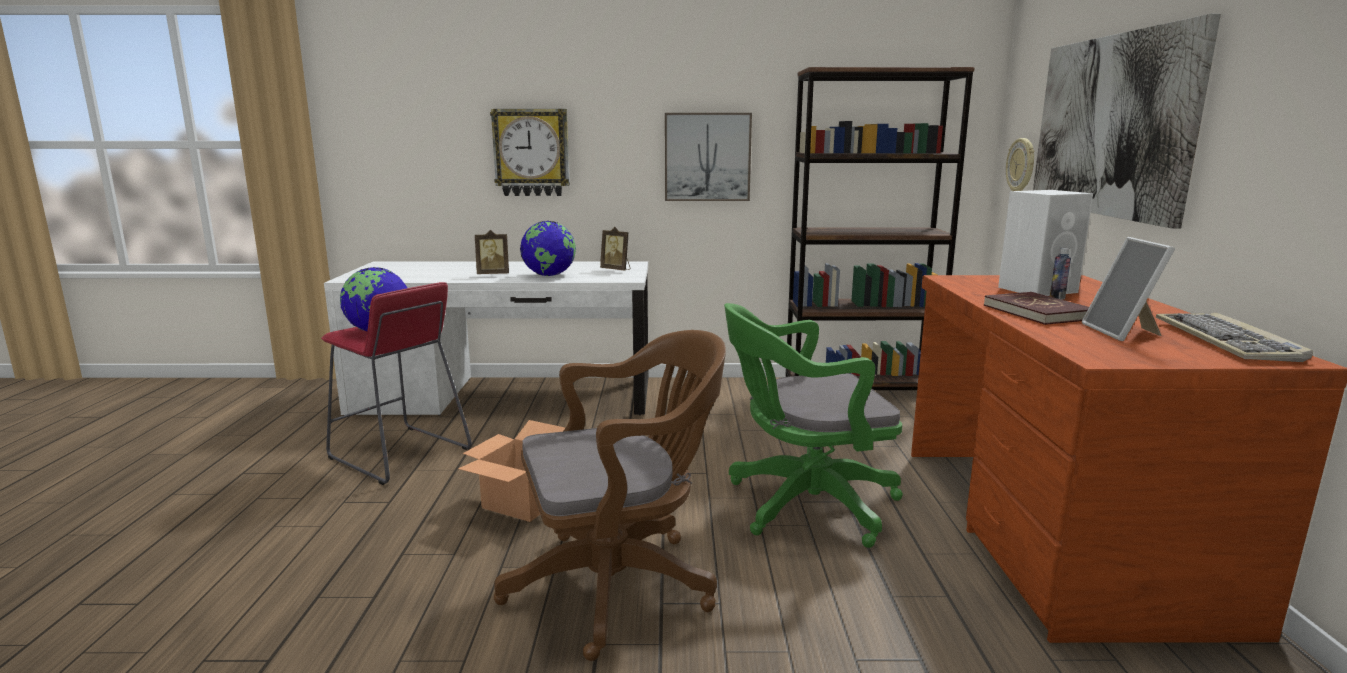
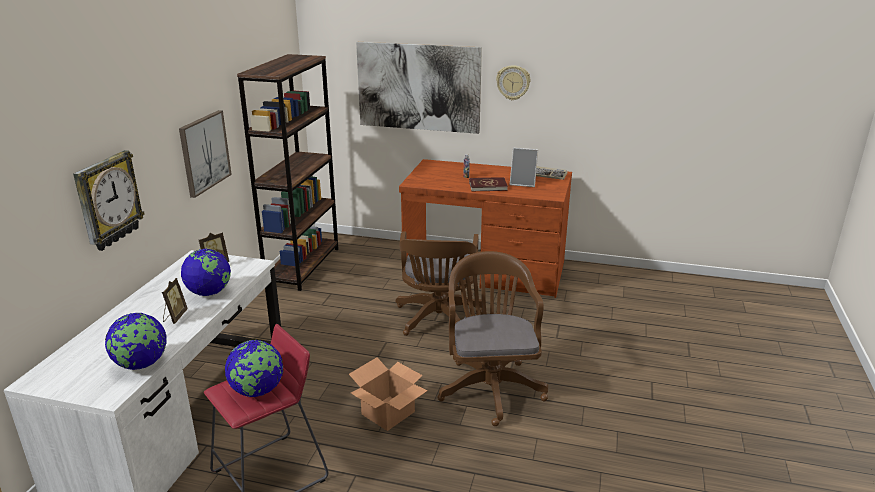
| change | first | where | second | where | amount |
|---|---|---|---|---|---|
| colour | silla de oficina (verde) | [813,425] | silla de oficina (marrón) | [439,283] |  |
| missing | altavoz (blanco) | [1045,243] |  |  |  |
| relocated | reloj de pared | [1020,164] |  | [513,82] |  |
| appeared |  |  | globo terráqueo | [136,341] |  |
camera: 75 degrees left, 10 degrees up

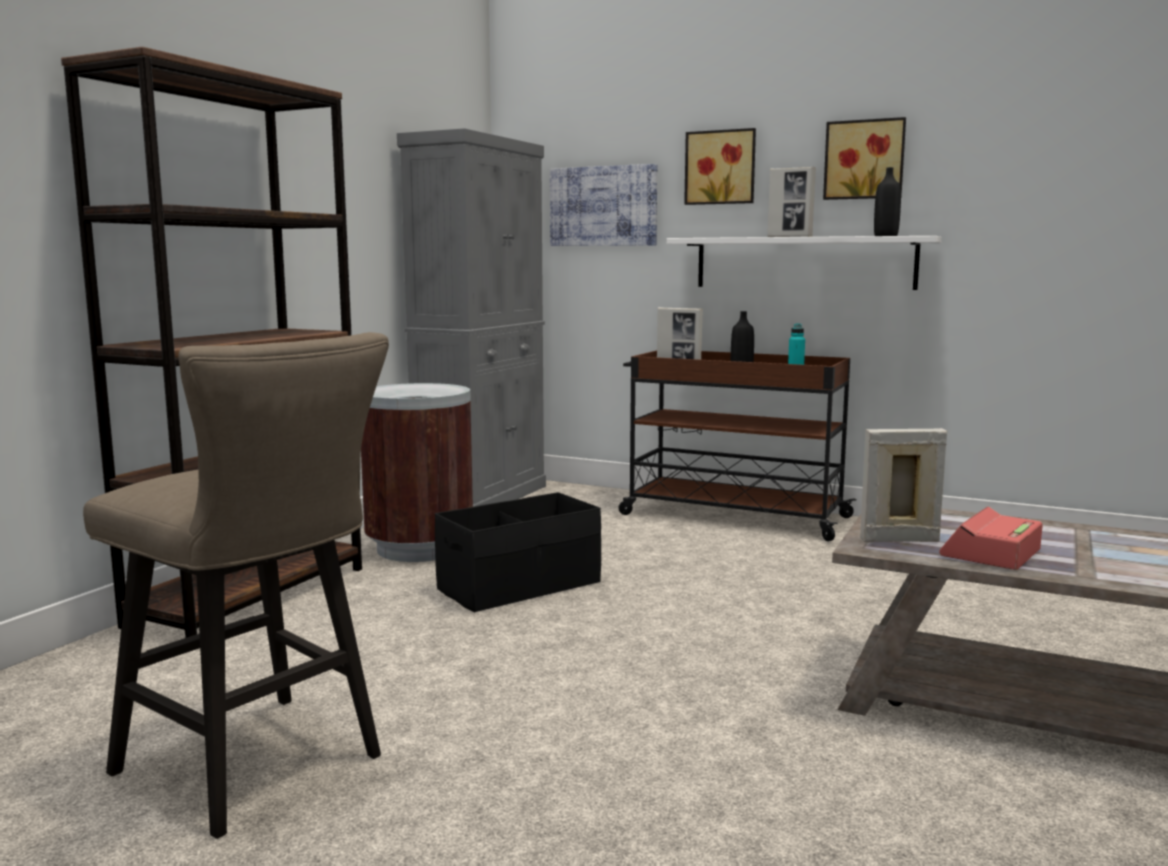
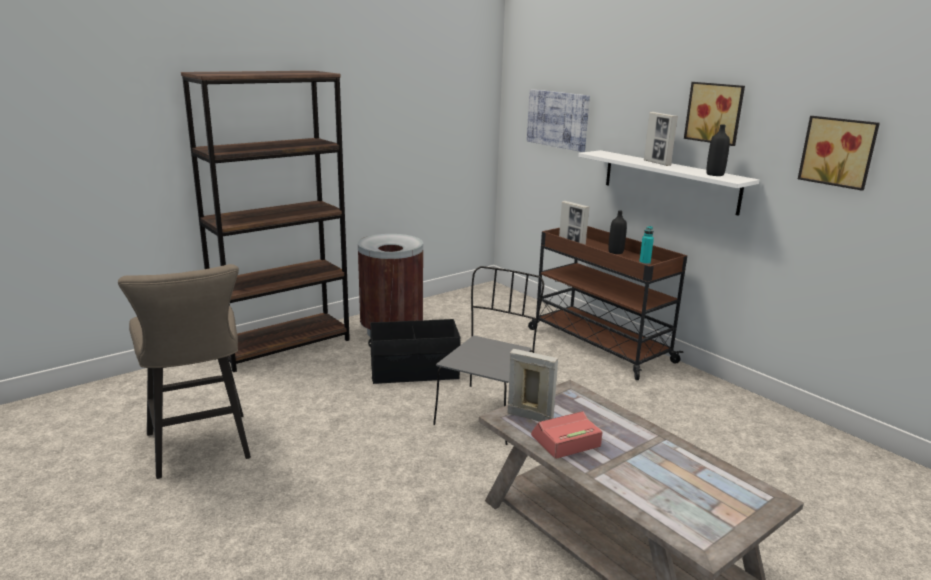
| change | first | where | second | where | amount |
|---|---|---|---|---|---|
| missing | armario (gris) | [471,317] |  |  |  |
| relocated | cuadro | [720,166] |  | [839,153] |  |
| appeared |  |  | silla (gris) | [488,355] |  |
camera: 25 degrees right, 10 degrees up

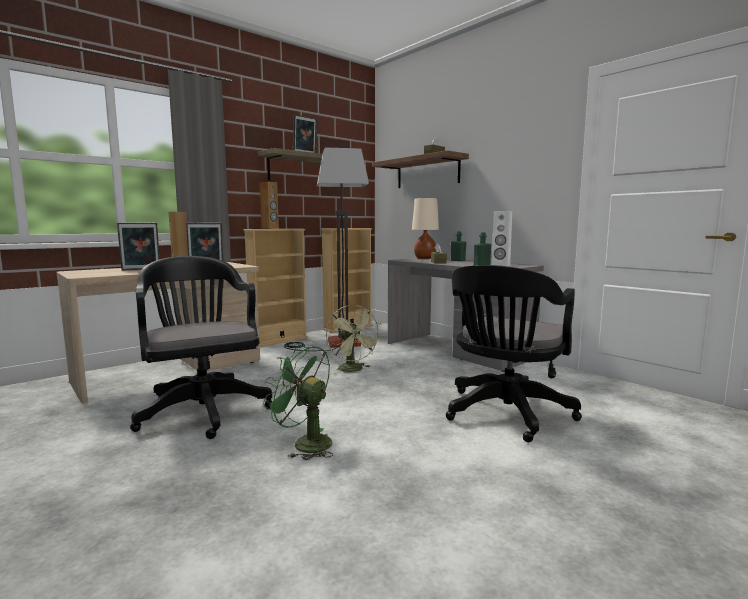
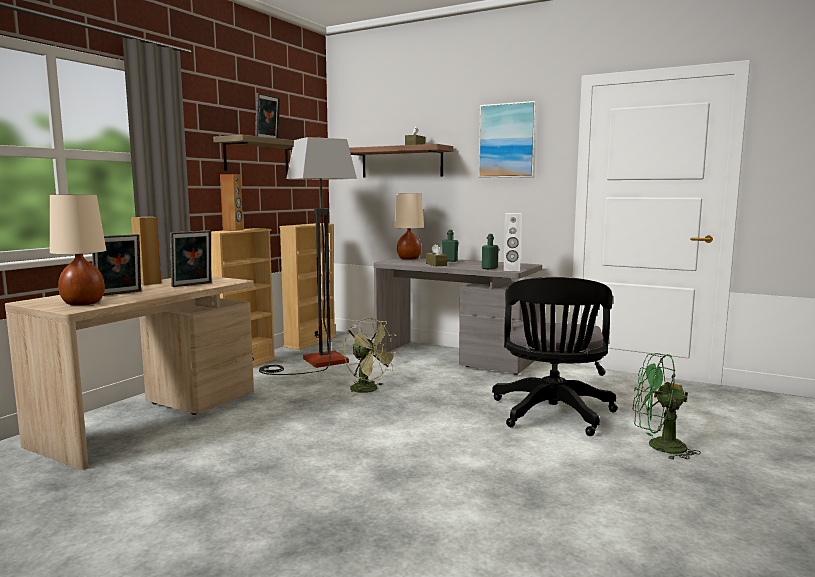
| change | first | where | second | where | amount |
|---|---|---|---|---|---|
| missing | silla de oficina (negro) | [201,347] |  |  |  |
| relocated | ventilador (verde) | [298,402] |  | [667,406] |  |
| appeared |  |  | lámpara de mesa (beis) | [78,250] |  |
| appeared |  |  | cuadro | [507,139] |  |
camera: 20 degrees left, 0 degrees up

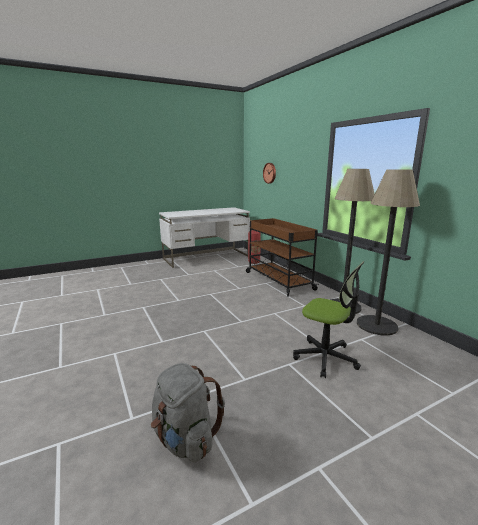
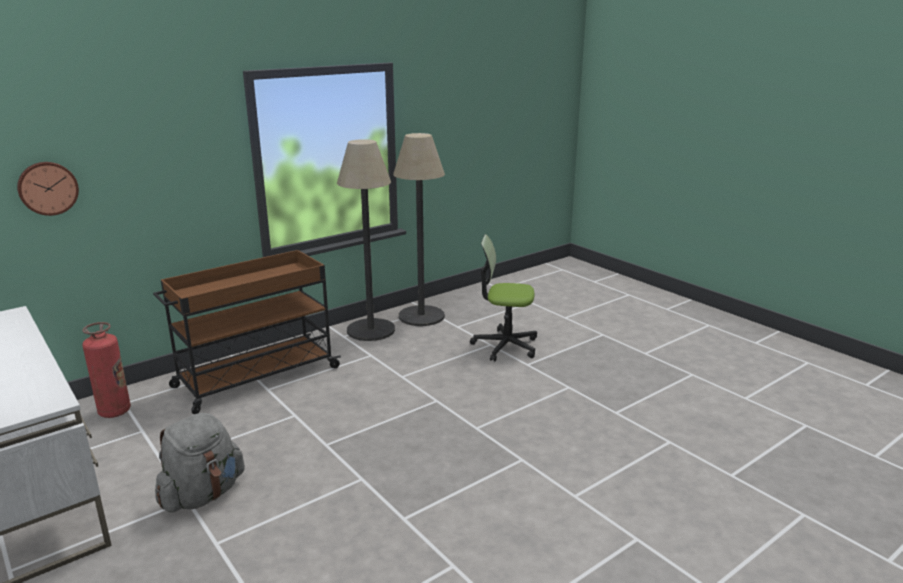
| change | first | where | second | where | amount |
|---|---|---|---|---|---|
| relocated | mochila (gris) | [188,413] |  | [200,463] |  |
| spun | silla de oficina | [329,319] |  | [503,297] | 105 degrees counterclockwise |
camera: 100 degrees left, 5 degrees up

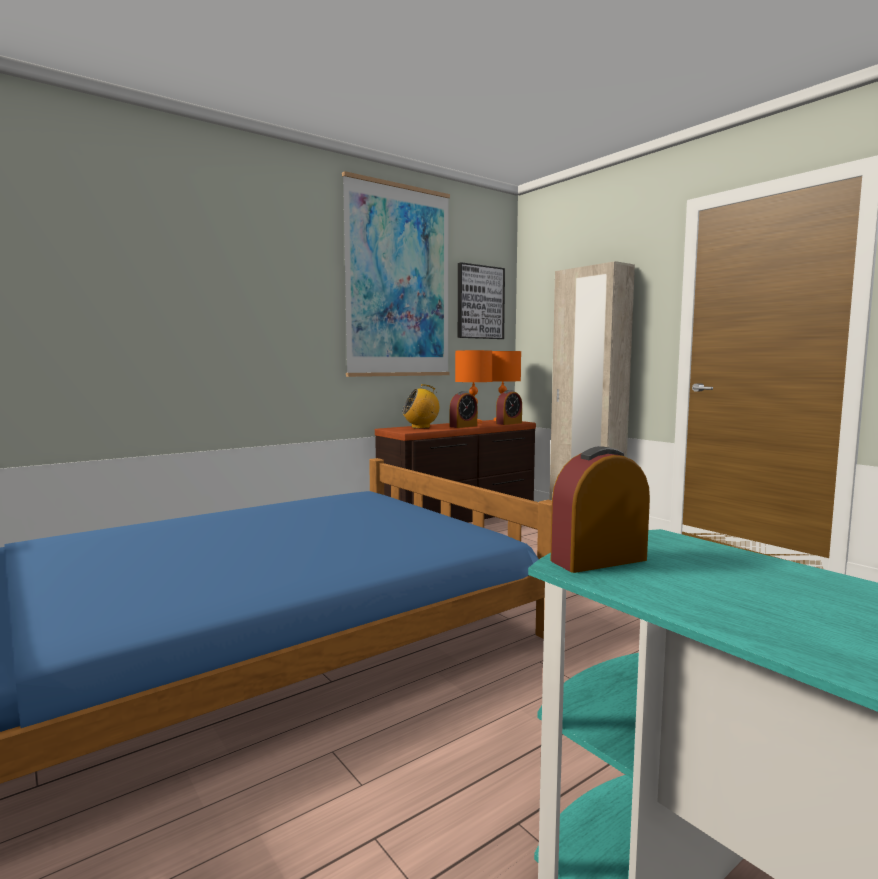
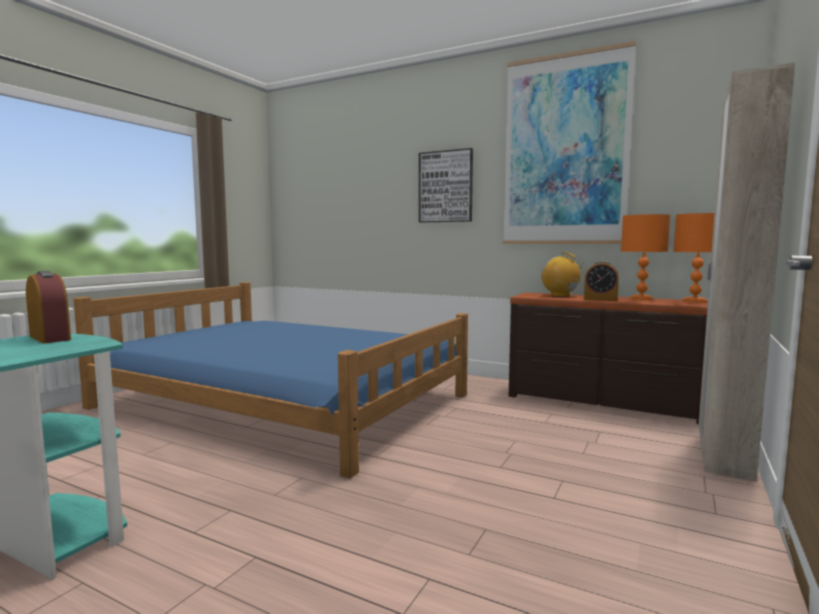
| change | first | where | second | where | amount |
|---|---|---|---|---|---|
| relocated | cuadro | [481,300] |  | [446,185] |  |
| missing | despertador | [509,407] |  |  |  |
camera: 65 degrees right, 0 degrees up

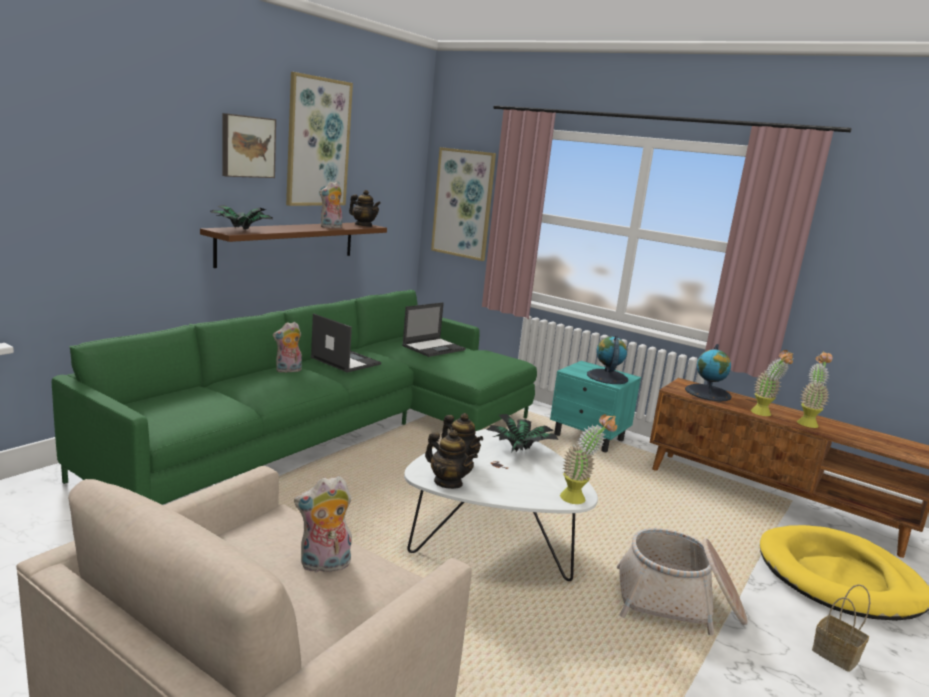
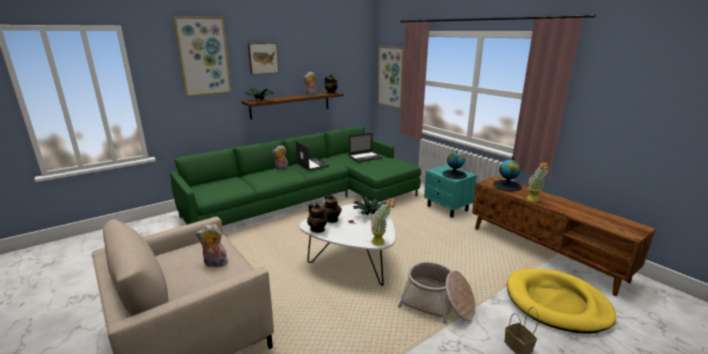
| change | first | where | second | where | amount |
|---|---|---|---|---|---|
| relocated | cuadro | [319,139] |  | [202,56] |  |
| missing | planta en maceta | [814,390] |  |  |  |
camera: 20 degrees right, 5 degrees up

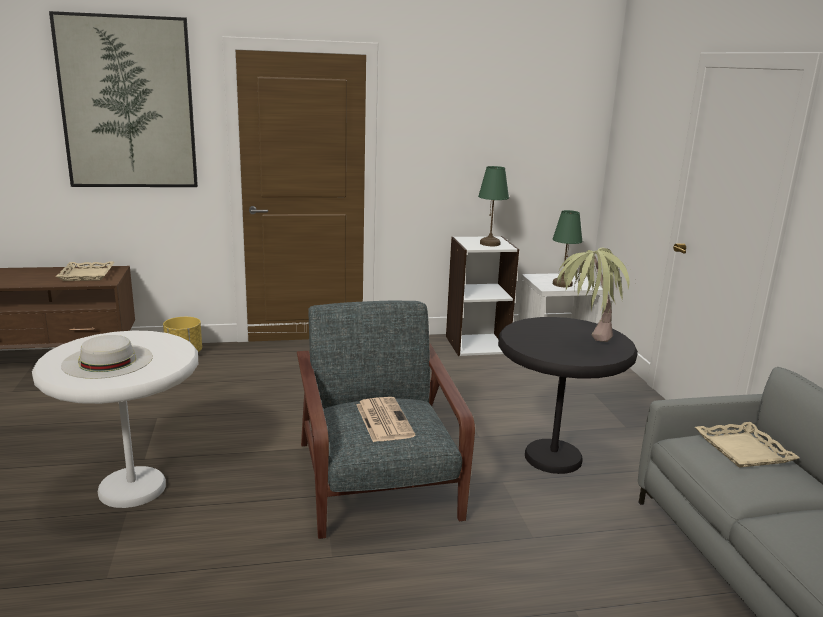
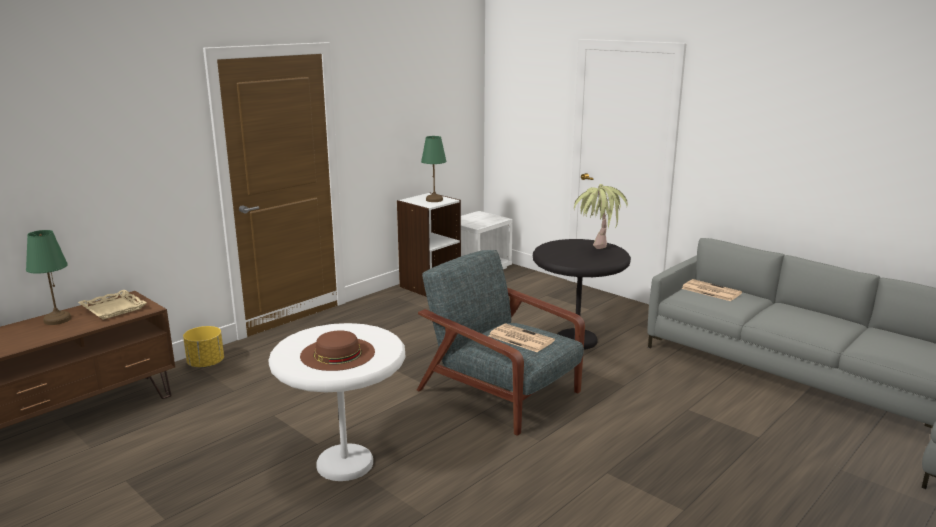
| change | first | where | second | where | amount |
|---|---|---|---|---|---|
| missing | cuadro | [123,99] |  |  |  |
| colour | sombrero (blanco) | [107,357] | sombrero (marrón) | [337,351] |  |
| relocated | lámpara de mesa (verde) | [568,248] |  | [48,277] |  |
| exchanged | bandeja (beis) | [747,445] | periódico | [711,290] |  |
camera: 35 degrees left, 0 degrees up

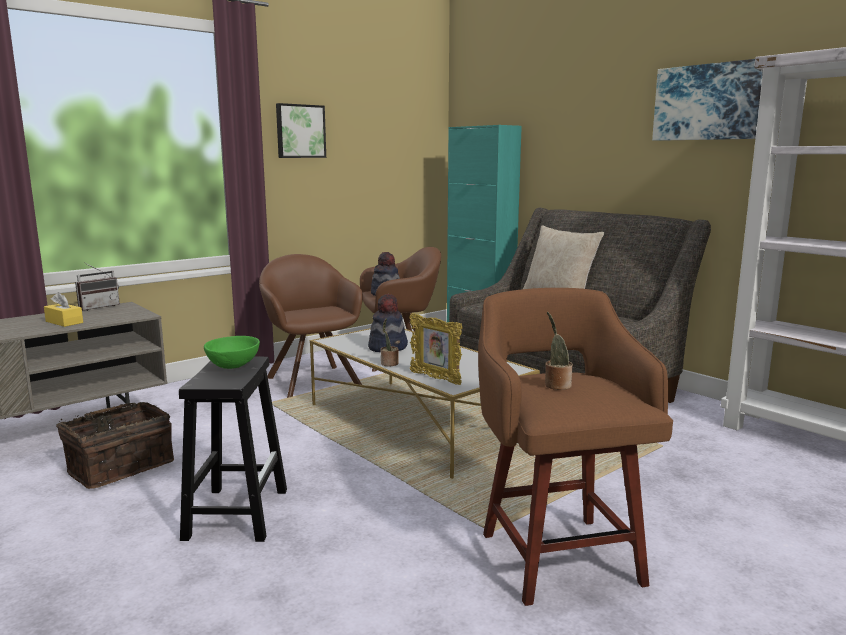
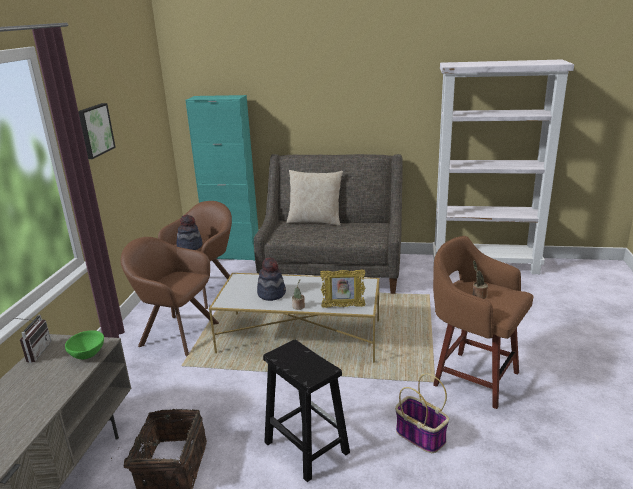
| change | first | where | second | where | amount |
|---|---|---|---|---|---|
| missing | caja de pañuelos (amarillo) | [63,309] |  |  |  |
| relocated | cuenco (verde) | [232,352] |  | [84,344] |  |
| missing | cuadro | [707,100] |  |  |  |
| appeared |  |  | cesta | [422,413] |  |
camera: 40 degrees left, 10 degrees up

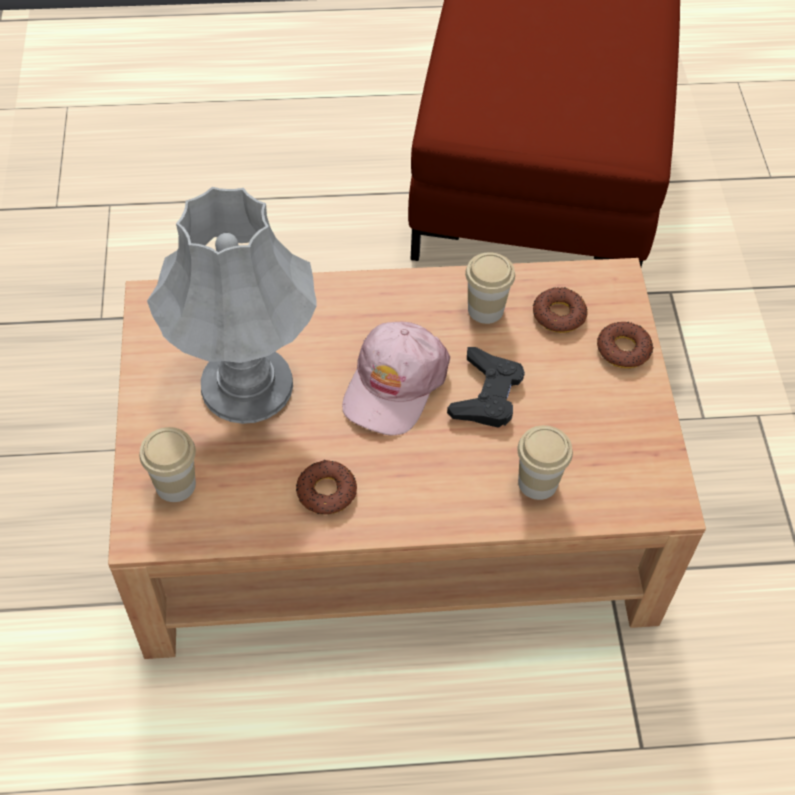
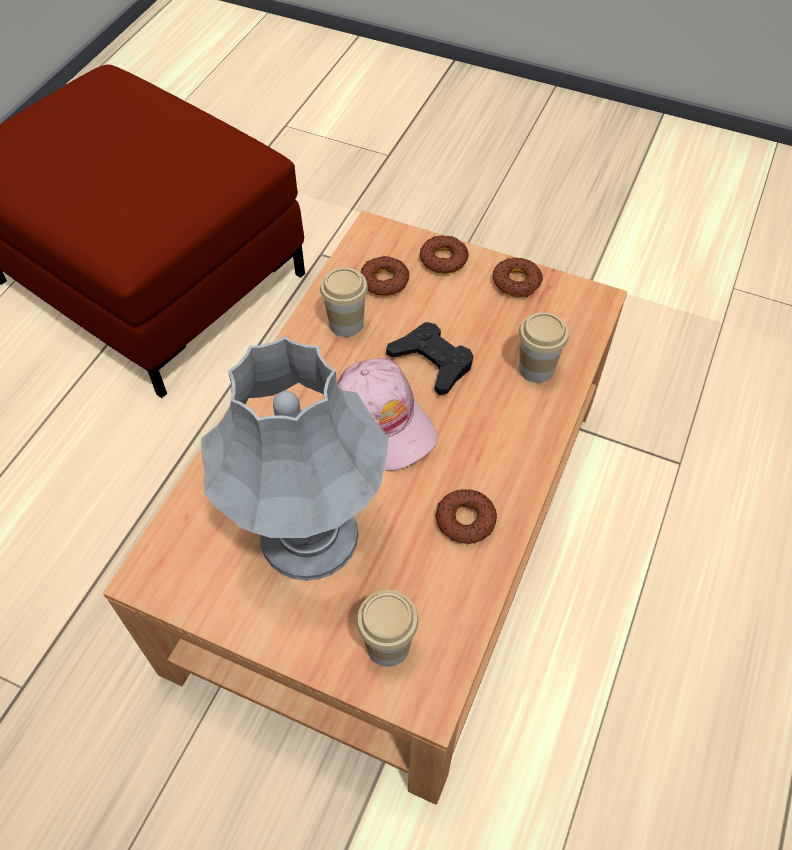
| change | first | where | second | where | amount |
|---|---|---|---|---|---|
| appeared |  |  | rosquilla | [518,277] |  |
camera: 60 degrees left, 0 degrees up

